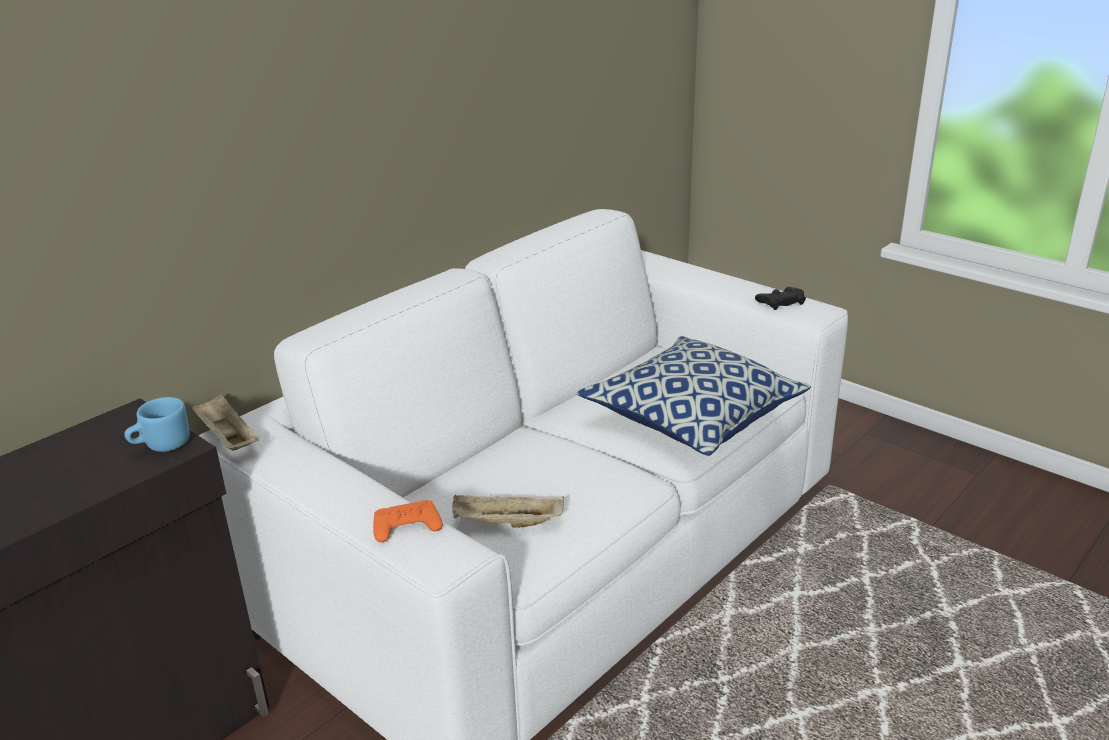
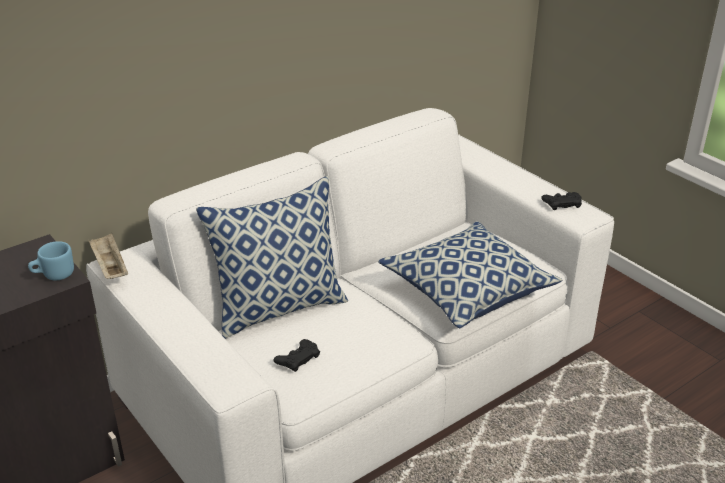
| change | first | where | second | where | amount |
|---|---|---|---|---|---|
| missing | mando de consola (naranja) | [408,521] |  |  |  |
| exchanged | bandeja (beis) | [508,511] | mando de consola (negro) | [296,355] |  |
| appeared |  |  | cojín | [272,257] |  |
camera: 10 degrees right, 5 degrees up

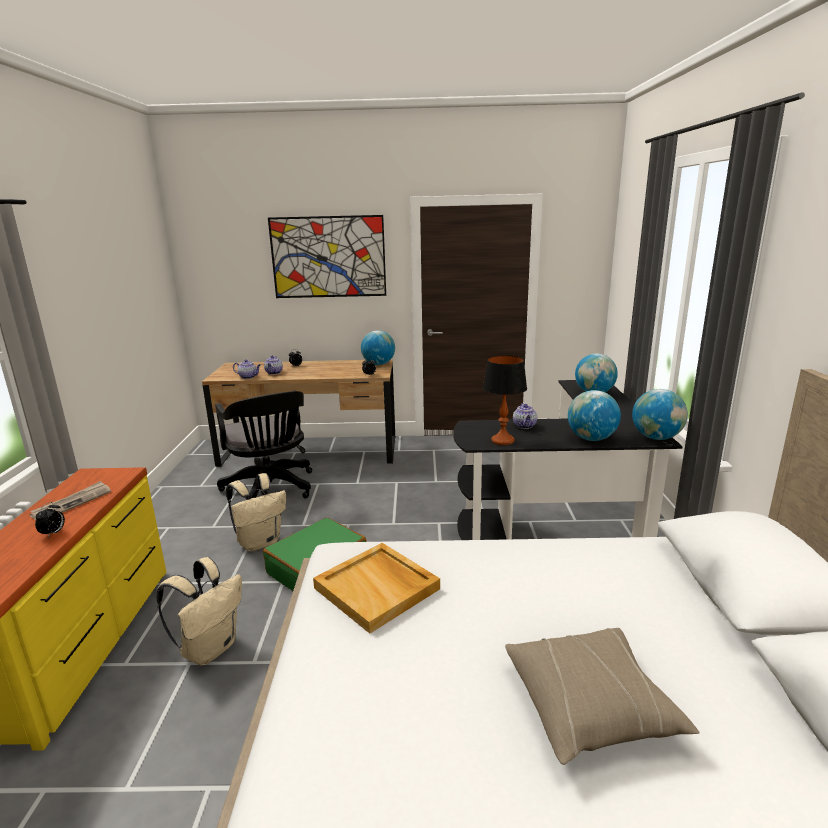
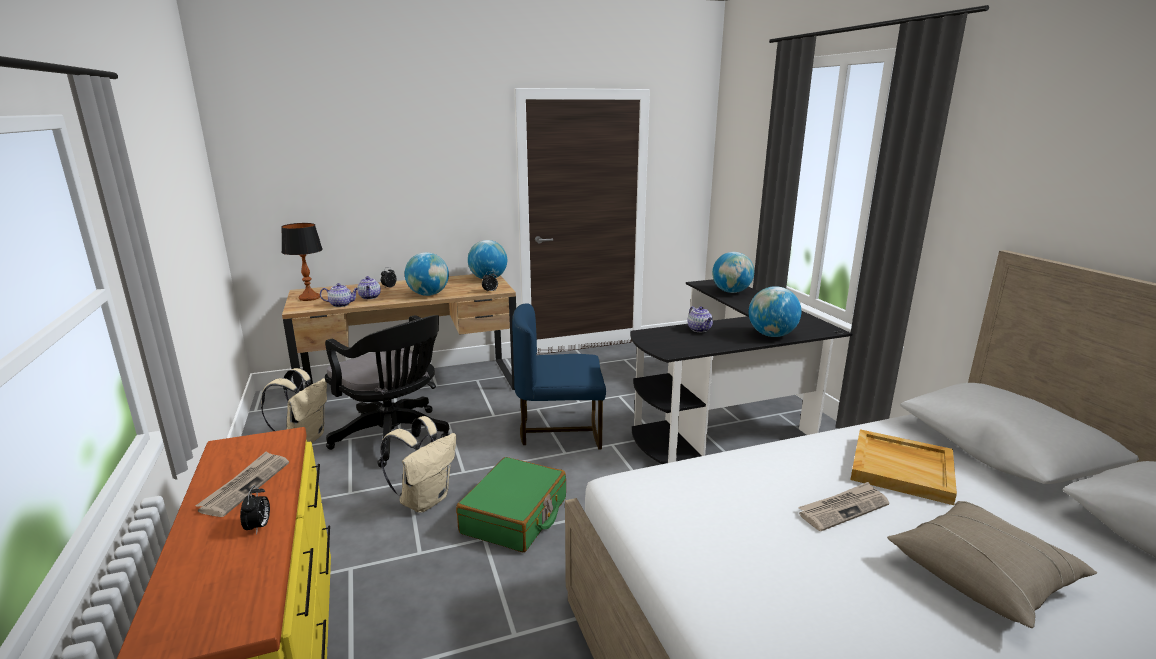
| change | first | where | second | where | amount |
|---|---|---|---|---|---|
| relocated | mochila (beis) | [199,611] |  | [294,405] |  |
| missing | cuadro | [327,256] |  |  |  |
| relocated | bandeja (beis) | [376,588] |  | [903,467] |  |
| relocated | lámpara de mesa | [505,400] |  | [302,262] |  |
| relocated | globo terráqueo | [660,414] |  | [427,274] |  |
| appeared |  |  | silla (azul) | [559,376] |  |
| appeared |  |  | periódico | [843,506] |  |
camera: 20 degrees left, 0 degrees up

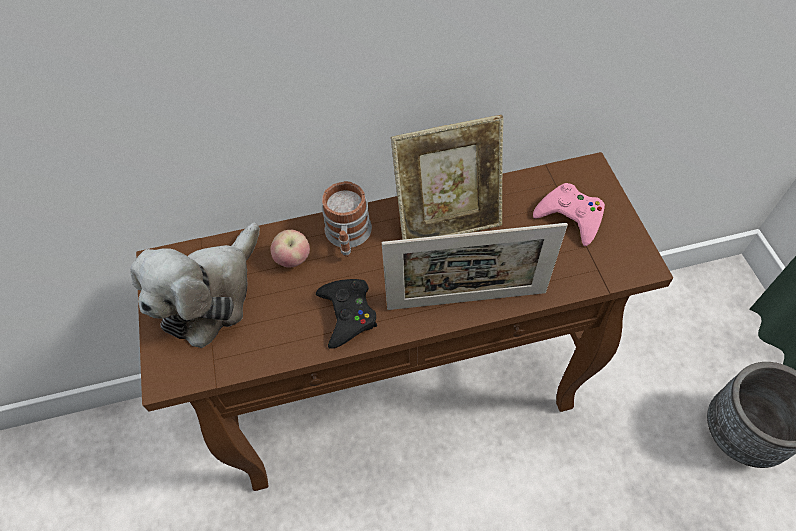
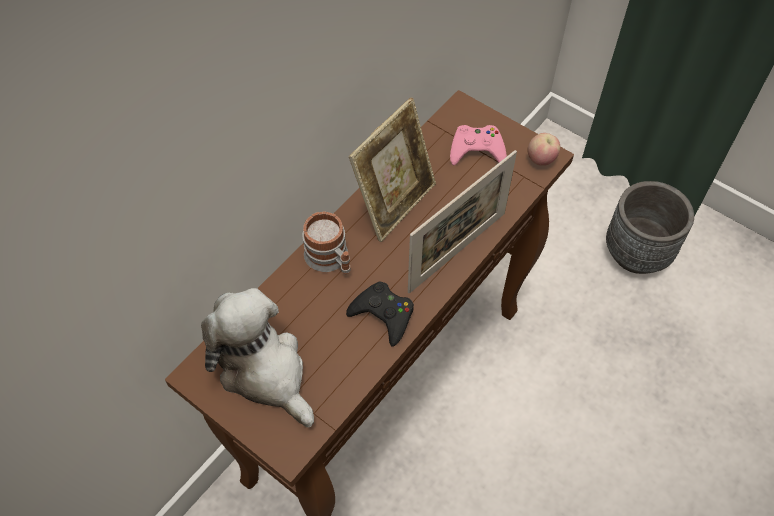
| change | first | where | second | where | amount |
|---|---|---|---|---|---|
| spun | peluche | [195,285] |  | [257,358] | 150 degrees clockwise |
| relocated | manzana | [290,248] |  | [543,149] |  |
camera: 40 degrees left, 0 degrees up

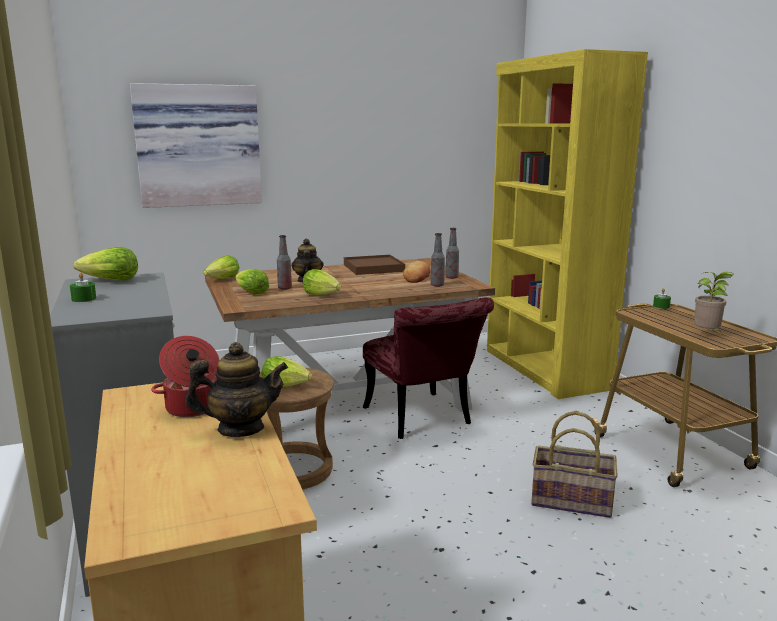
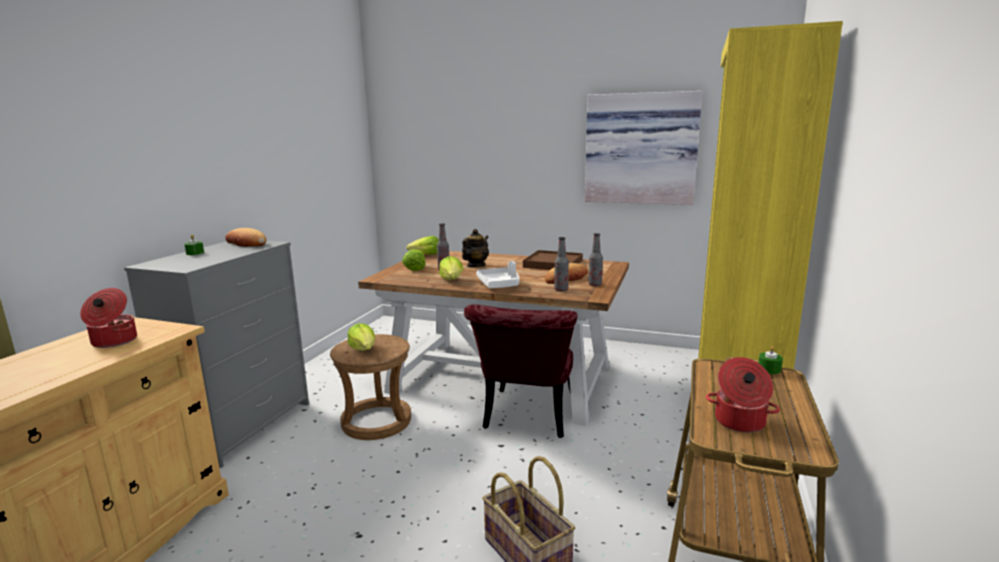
| change | first | where | second | where | amount |
|---|---|---|---|---|---|
| exchanged | lechuga | [105,264] | pan | [246,237] |  |
| relocated | cuadro | [196,145] |  | [643,148] |  |
| missing | tetera | [236,389] |  |  |  |
| exchanged | planta en maceta | [714,302] | olla | [743,395] |  |
| appeared |  |  | bandeja (blanco) | [497,274] |  |
camera: 40 degrees right, 0 degrees up

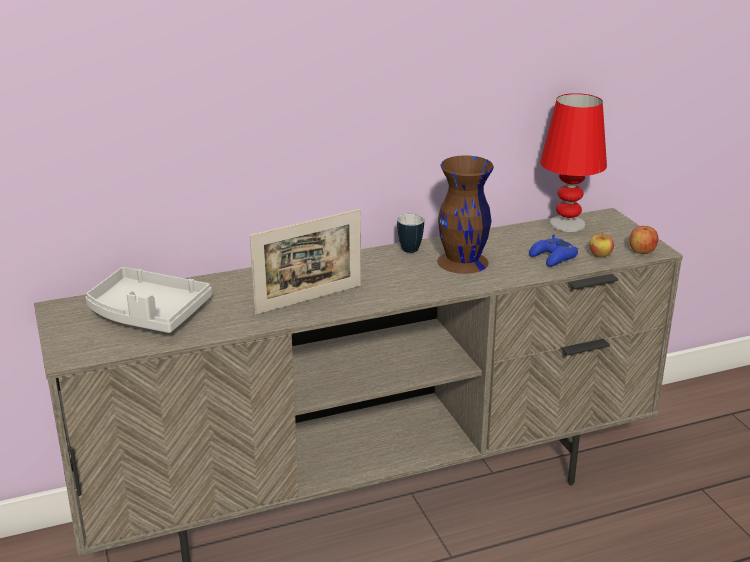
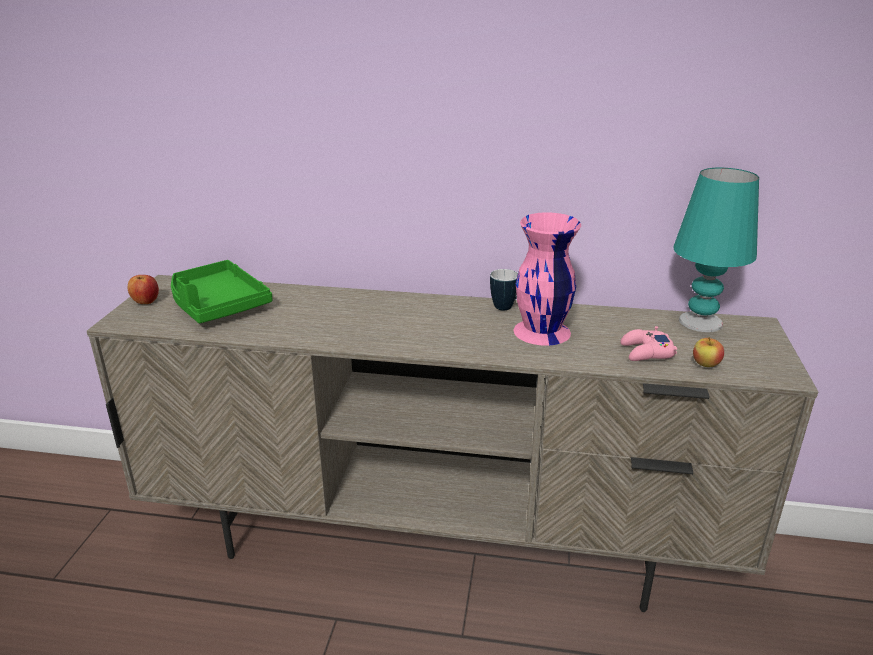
| change | first | where | second | where | amount |
|---|---|---|---|---|---|
| colour | bandeja (gris) | [148,300] | bandeja (verde) | [222,291] |  |
| missing | portarretratos | [305,262] |  |  |  |
| colour | florero (marrón) | [465,215] | florero (rosa) | [547,279] |  |
| colour | mando de consola (azul) | [553,250] | mando de consola (rosa) | [648,343] |  |
| colour | lámpara de mesa (rojo) | [573,162] | lámpara de mesa (turquesa) | [716,250] |  |
| relocated | manzana | [644,240] |  | [143,289] |  |
camera: 30 degrees right, 0 degrees up

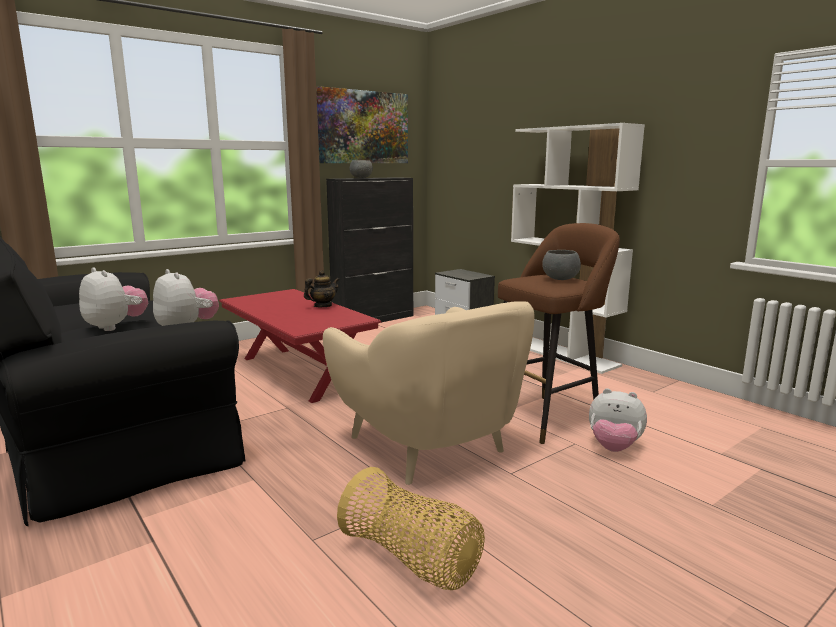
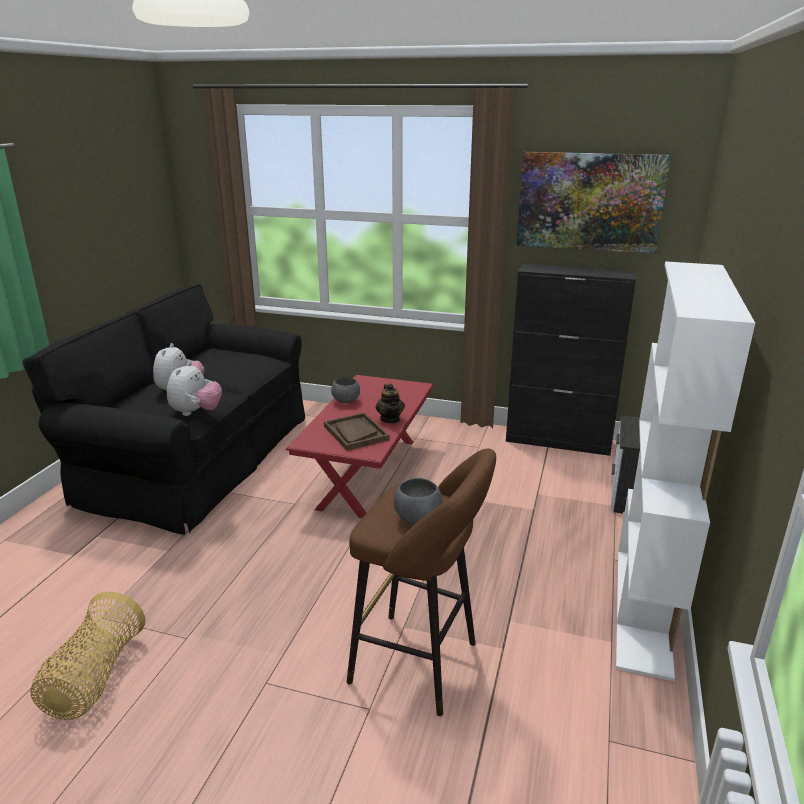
| change | first | where | second | where | amount |
|---|---|---|---|---|---|
| spun | tetera | [322,288] |  | [390,403] | 60 degrees clockwise |
| missing | sillón (beis) | [429,393] |  |  |  |
| relocated | cuenco (gris) | [361,169] |  | [345,390] |  |
| missing | peluche | [618,420] |  |  |  |
| appeared |  |  | bandeja (marrón) | [356,431] |  |
camera: 55 degrees right, 10 degrees up

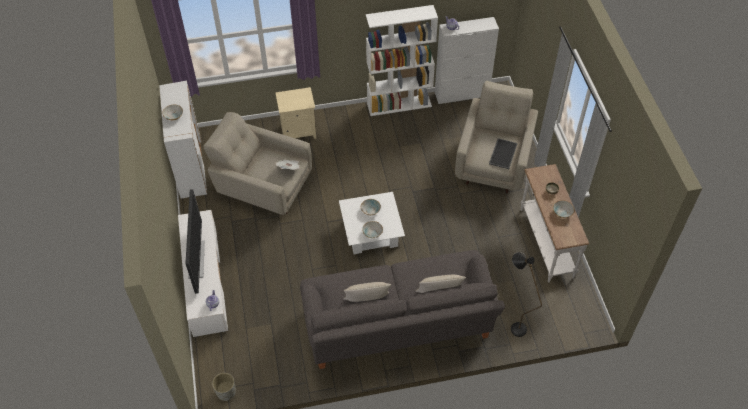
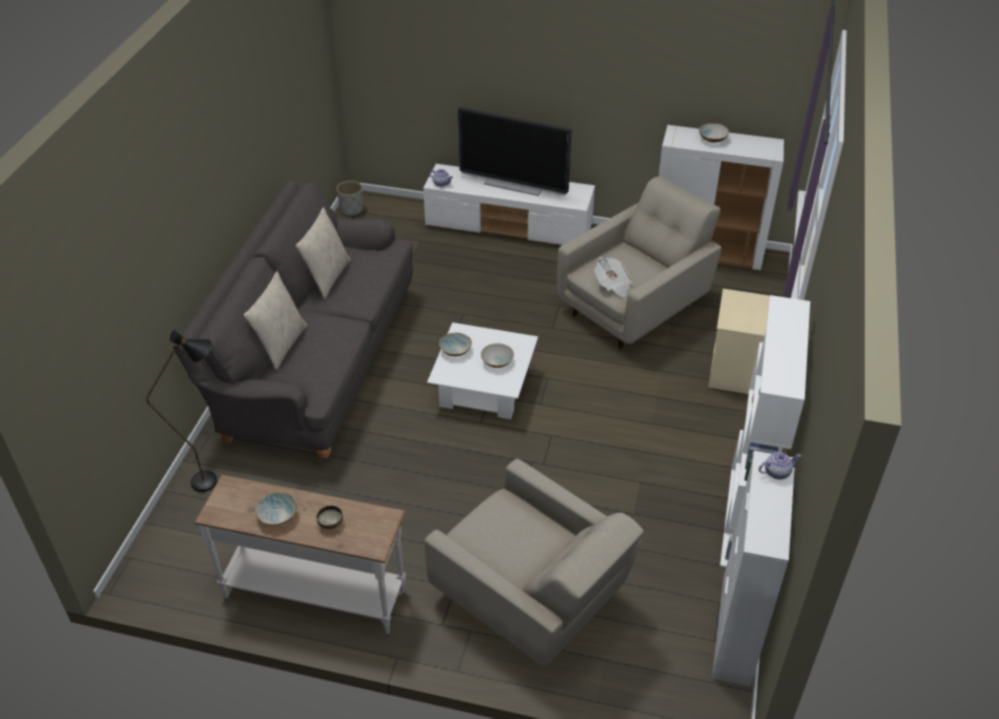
| change | first | where | second | where | amount |
|---|---|---|---|---|---|
| missing | bandeja | [503,153] |  |  |  |
camera: 115 degrees right, 10 degrees down

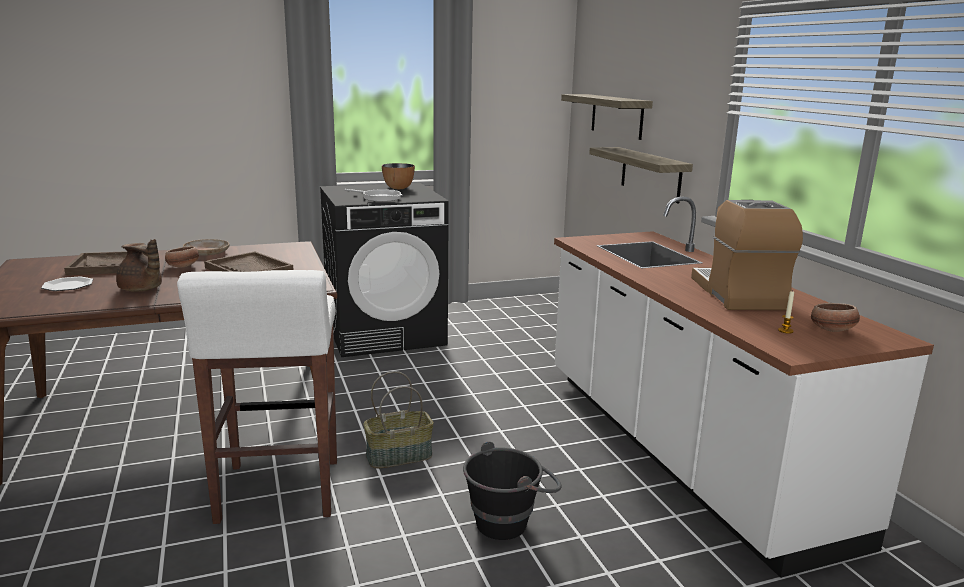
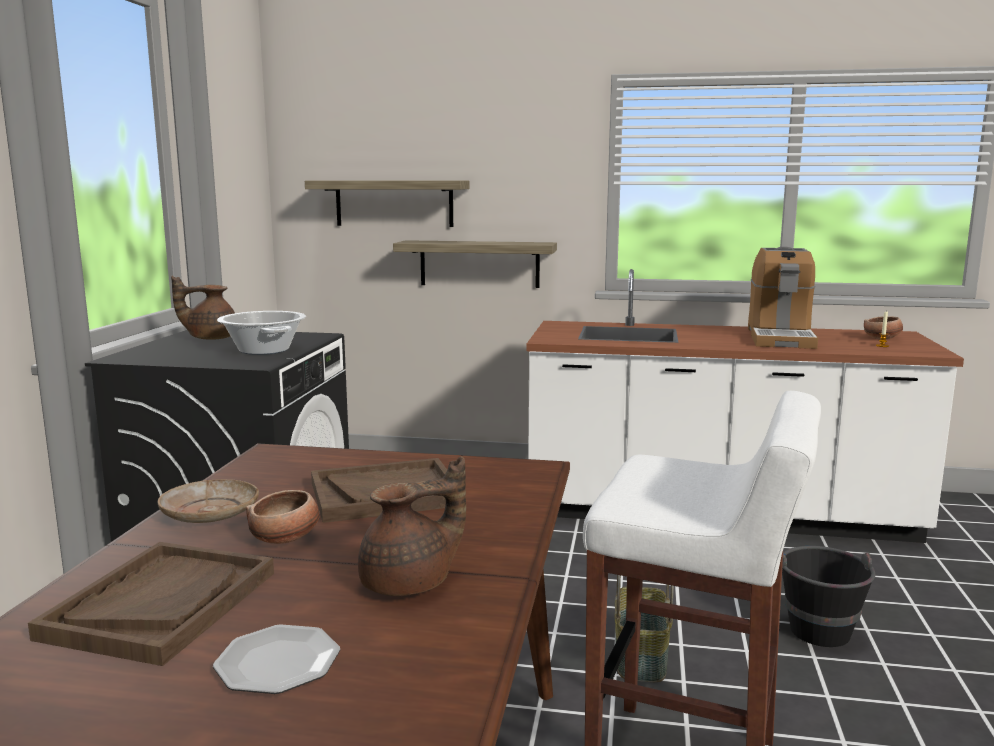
| change | first | where | second | where | amount |
|---|---|---|---|---|---|
| exchanged | sartén | [373,195] | olla | [261,333] |  |
| exchanged | cuenco | [398,176] | tetera (marrón) | [203,308] |  |
| spun | cafetera | [747,255] |  | [783,297] | 105 degrees counterclockwise |
camera: 60 degrees left, 5 degrees down

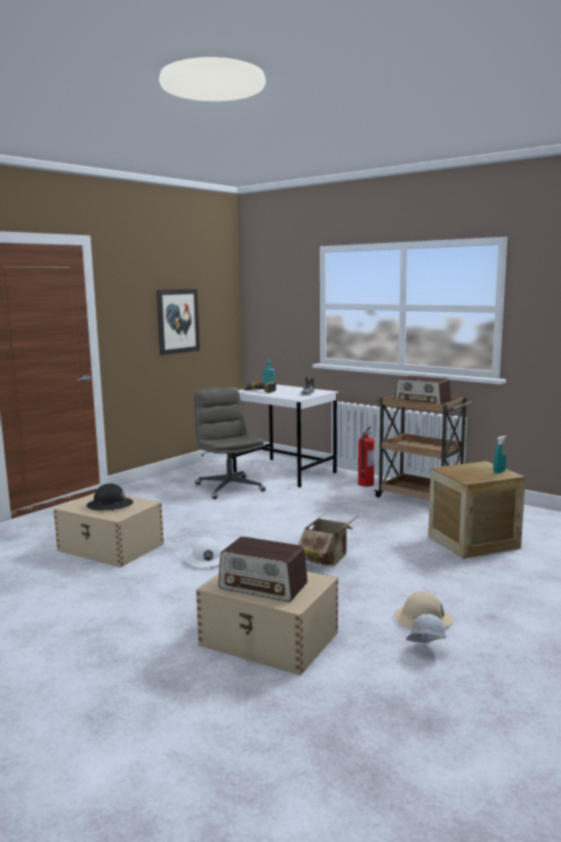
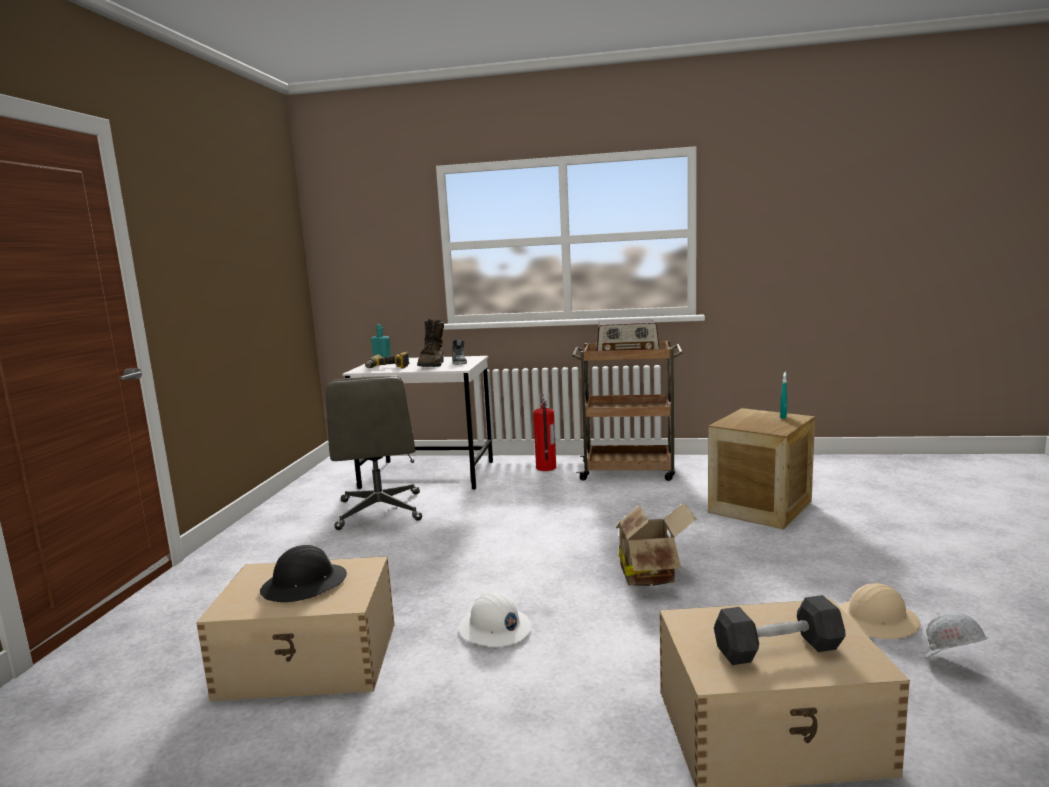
| change | first | where | second | where | amount |
|---|---|---|---|---|---|
| missing | cuadro | [178,322] |  |  |  |
| spun | silla de oficina (gris) | [230,443] |  | [374,452] | 135 degrees counterclockwise |
| exchanged | radio | [263,569] | mancuerna (negro) | [780,630] |  |
| appeared |  |  | bota (marrón) | [430,342] |  |
camera: 30 degrees left, 0 degrees up

